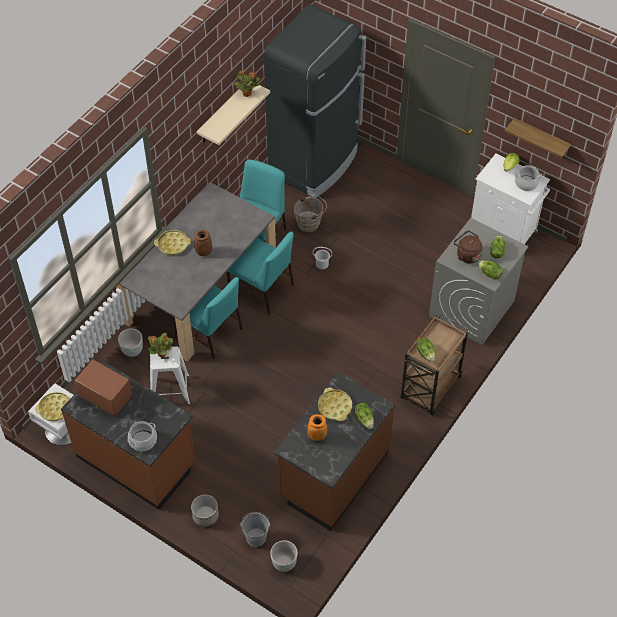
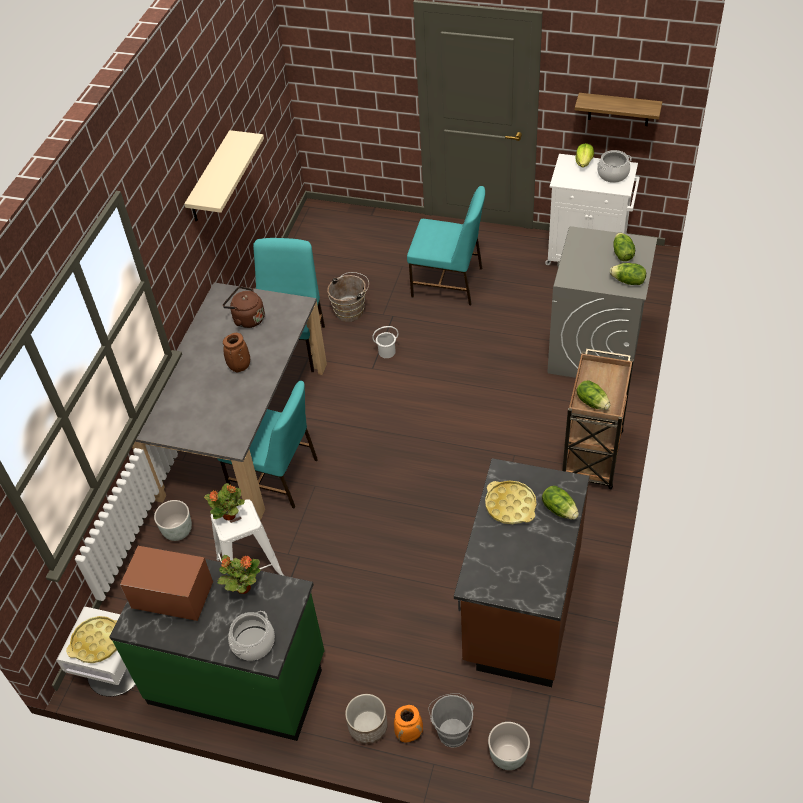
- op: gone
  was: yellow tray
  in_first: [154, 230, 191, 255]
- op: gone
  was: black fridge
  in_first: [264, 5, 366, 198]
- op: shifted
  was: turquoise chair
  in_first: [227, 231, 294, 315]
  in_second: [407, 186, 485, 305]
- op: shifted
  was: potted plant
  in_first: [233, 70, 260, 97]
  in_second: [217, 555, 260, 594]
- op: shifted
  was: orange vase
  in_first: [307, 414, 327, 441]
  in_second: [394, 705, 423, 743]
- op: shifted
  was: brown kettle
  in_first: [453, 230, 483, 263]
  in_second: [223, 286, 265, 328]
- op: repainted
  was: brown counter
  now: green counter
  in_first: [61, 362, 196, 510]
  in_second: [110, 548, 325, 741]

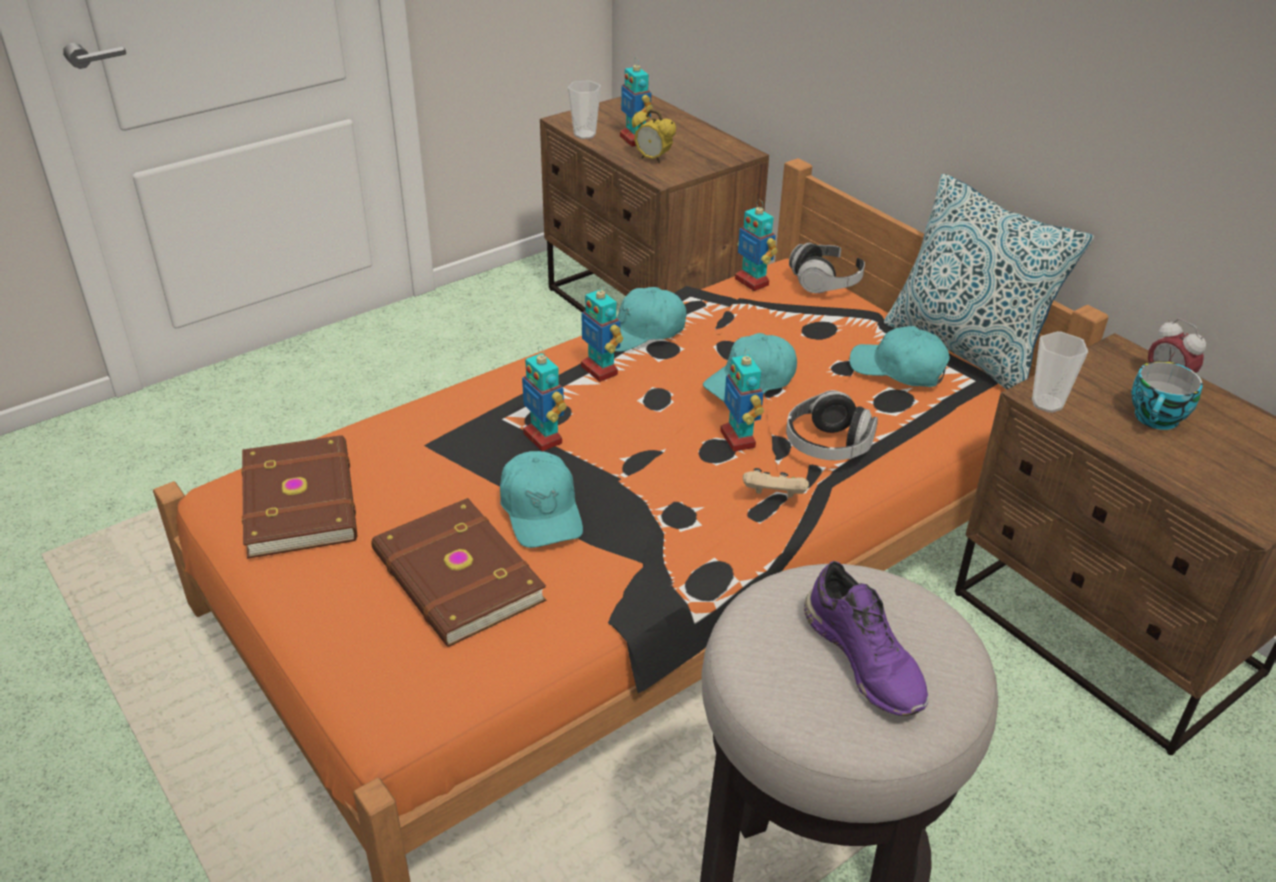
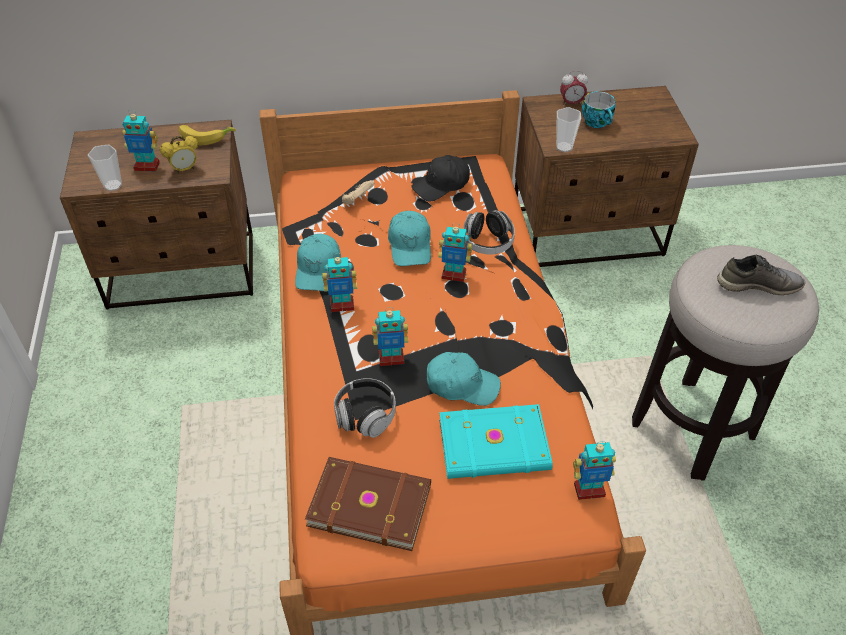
- op: gone
  was: pillow
  in_first: [884, 174, 1094, 390]
- op: new
  now: banana
  in_second: [179, 125, 236, 145]
- op: shifted
  was: toy robot
  in_first: [735, 200, 777, 291]
  in_second: [573, 441, 616, 500]
- op: shifted
  was: beige game controller
  in_first: [743, 468, 809, 498]
  in_second: [342, 180, 375, 205]
- op: shifted
  was: headphones
  in_first: [789, 243, 865, 293]
  in_second: [334, 378, 396, 438]
- op: repainted
  was: brown book
  now: turquoise book
  in_first: [371, 498, 547, 647]
  in_second: [439, 404, 553, 479]
- op: repainted
  was: purple shoe
  now: grey shoe
  in_first: [804, 561, 928, 716]
  in_second: [717, 255, 805, 295]
- op: repainted
  was: turquoise cap
  now: black cap
  in_first: [849, 326, 950, 387]
  in_second: [411, 155, 470, 202]

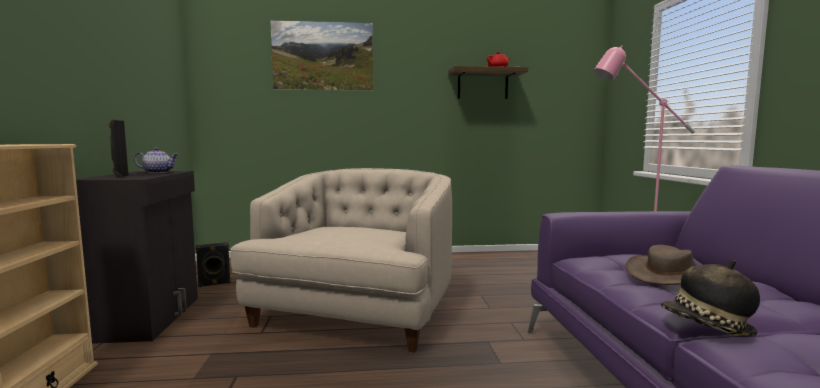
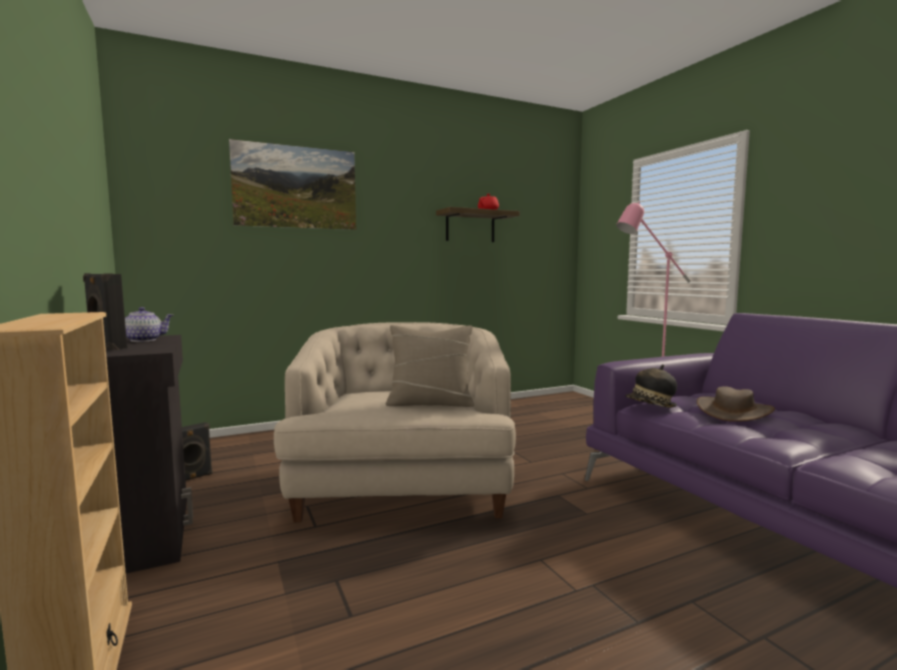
- op: new
  now: beige pillow
  in_second: [386, 325, 474, 407]
- op: shifted
  was: hat
  in_first: [661, 260, 760, 336]
  in_second: [625, 365, 677, 408]

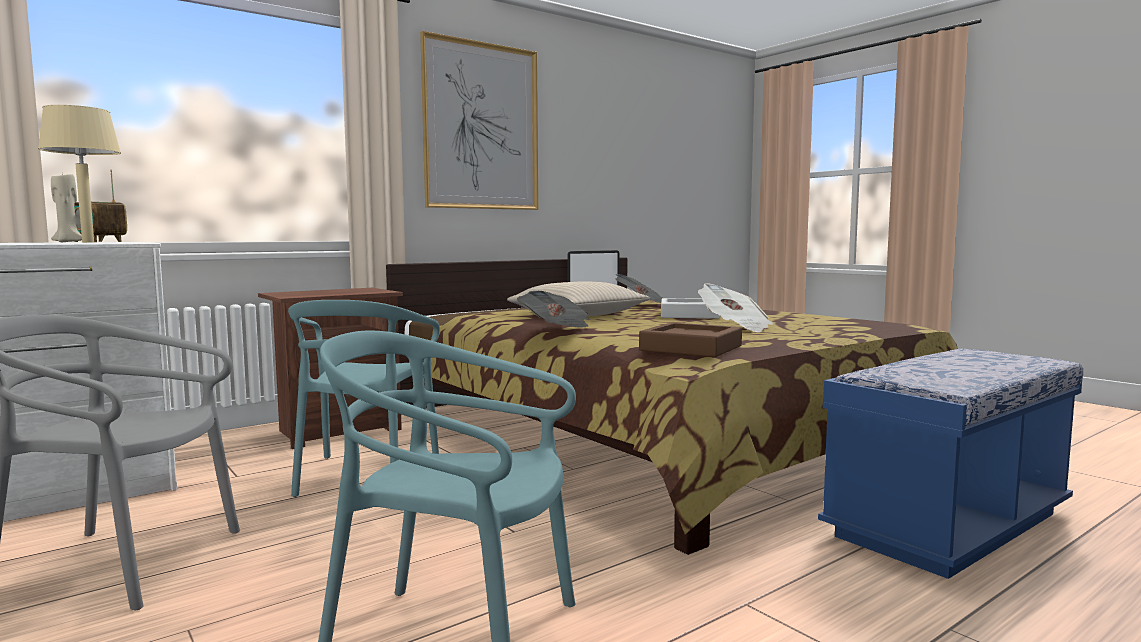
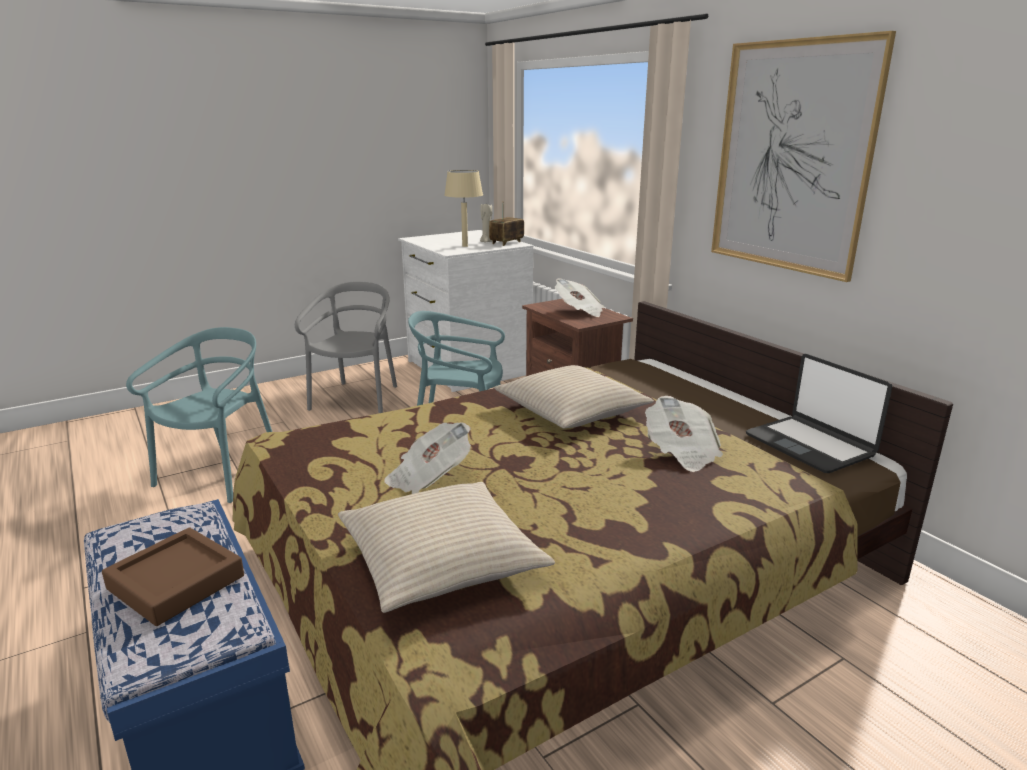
- op: gone
  was: grey tray
  in_first: [661, 298, 721, 319]
- op: new
  now: beige pillow
  in_second: [338, 482, 555, 613]
- op: shifted
  was: newspaper
  in_first: [517, 291, 590, 327]
  in_second: [555, 278, 604, 317]
- op: shifted
  was: brown tray
  in_first: [639, 322, 742, 357]
  in_second: [102, 527, 244, 626]

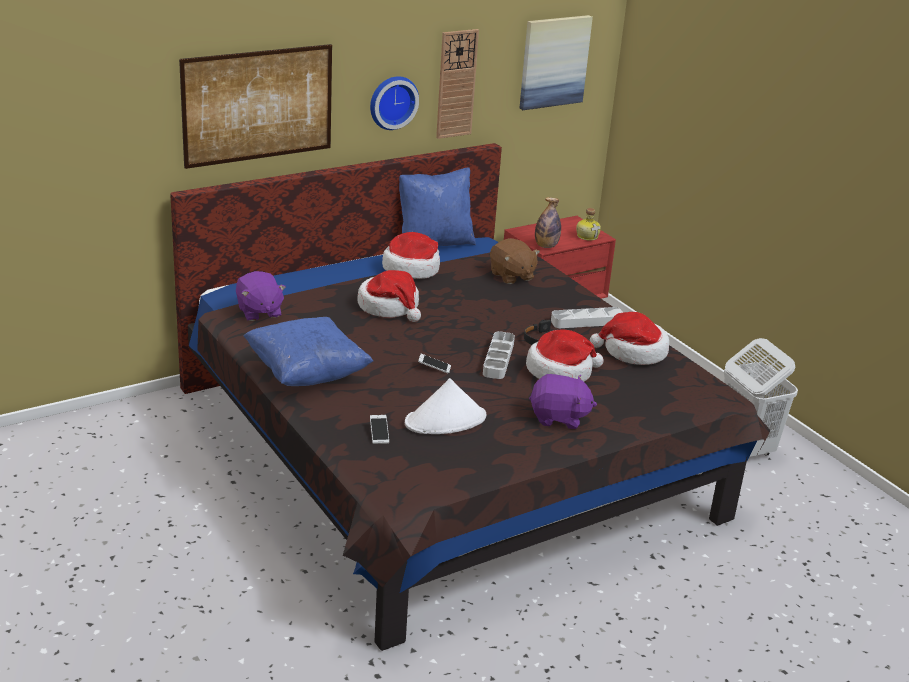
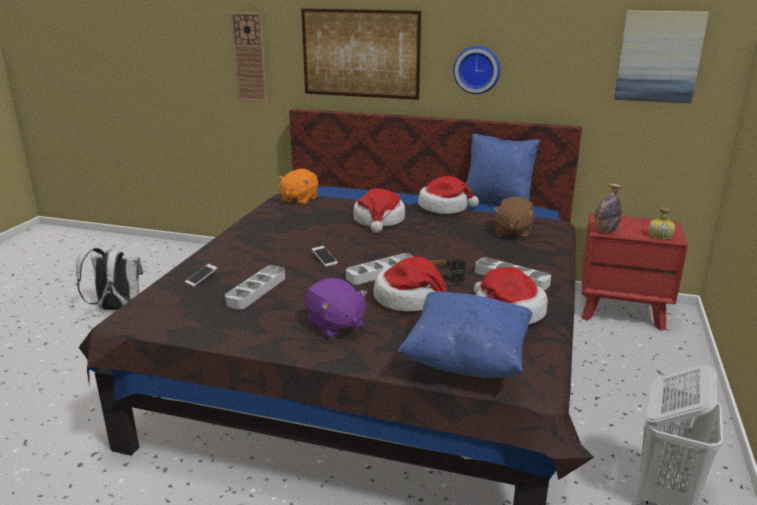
- op: new
  now: white backpack
  in_second: [76, 248, 143, 310]
- op: shifted
  was: blue pillow
  in_first: [244, 317, 373, 386]
  in_second: [397, 291, 533, 378]
- op: shifted
  was: wall clock
  in_first: [436, 29, 479, 139]
  in_second: [231, 12, 267, 102]
- op: swapped
  was: white hat
  now: grey tray
  in_first: [405, 378, 486, 434]
  in_second: [225, 265, 285, 310]
- op: repainted
  was: purple plush toy
  now: orange plush toy
  in_first: [236, 271, 286, 321]
  in_second: [277, 169, 318, 205]

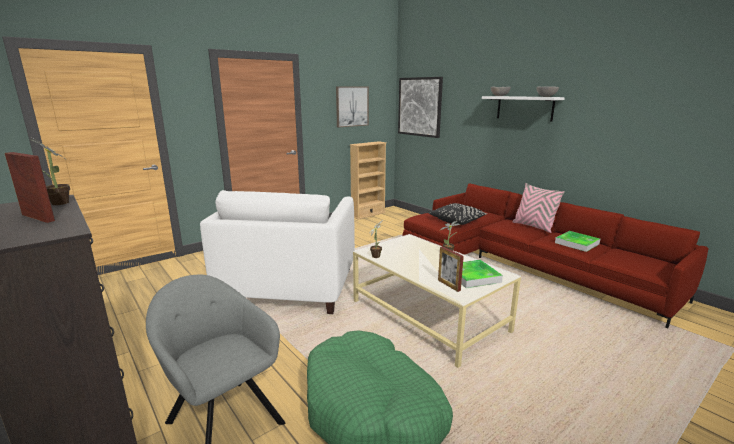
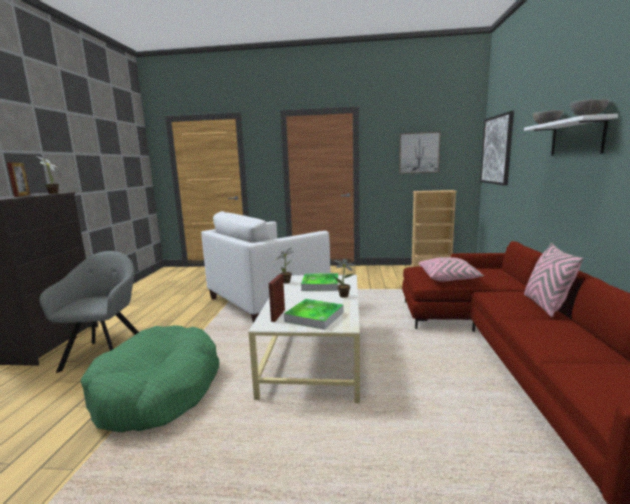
- op: shifted
  was: tray
  in_first: [555, 231, 600, 252]
  in_second: [301, 273, 338, 291]
- op: repainted
  was: black pillow
  now: pink pillow
  in_first: [429, 203, 487, 225]
  in_second: [419, 257, 484, 281]

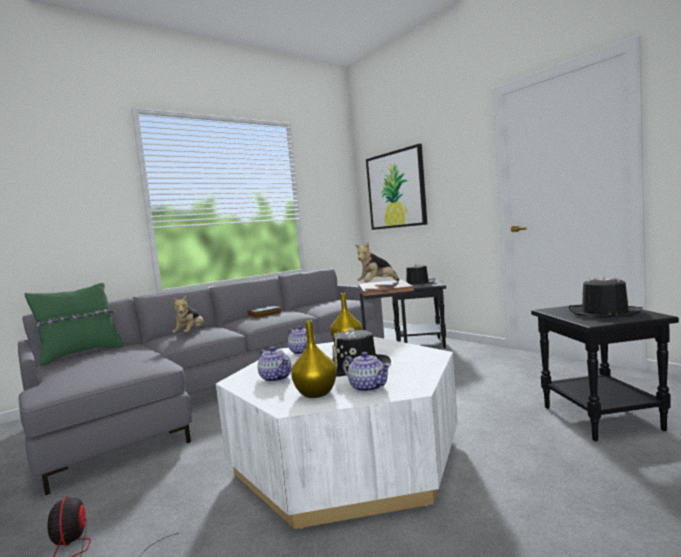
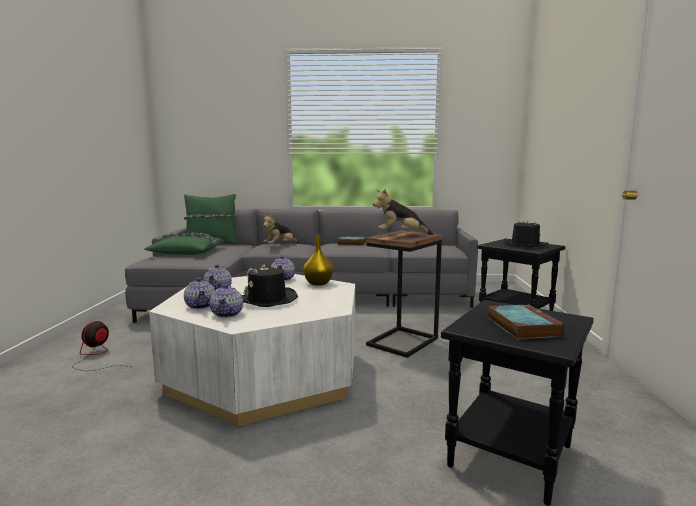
- op: gone
  was: picture
  in_first: [366, 144, 427, 230]
- op: new
  now: green pillow
  in_second: [144, 232, 224, 255]
- op: swapped
  was: yellow vase
  now: teapot
  in_first: [291, 321, 337, 398]
  in_second: [184, 278, 215, 309]
- op: swapped
  was: black hat
  now: book
  in_first: [569, 275, 643, 318]
  in_second: [488, 304, 564, 340]

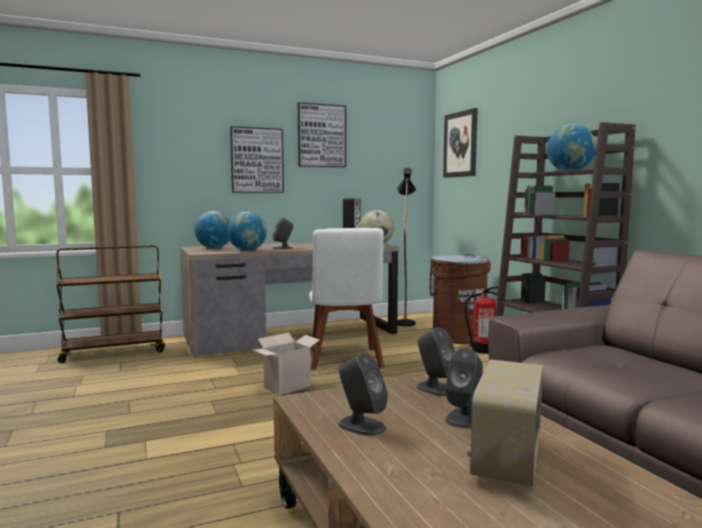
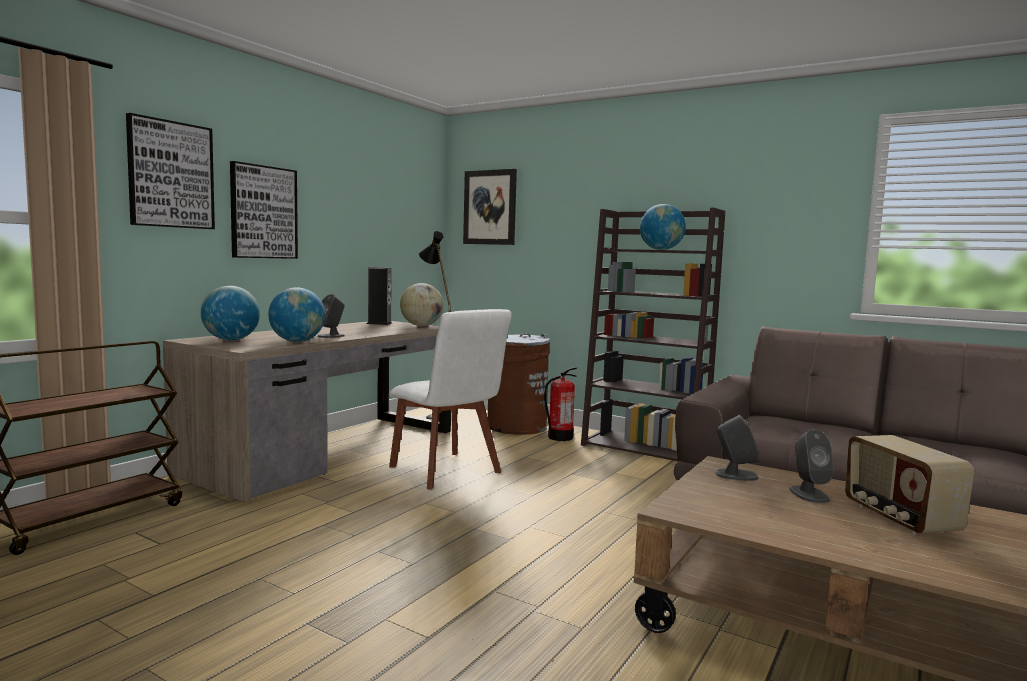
- op: gone
  was: cardboard box
  in_first: [252, 333, 320, 395]
- op: gone
  was: grey speaker
  in_first: [339, 353, 388, 436]
- op: shifted
  was: picture
  in_first: [298, 102, 346, 167]
  in_second: [126, 113, 215, 229]

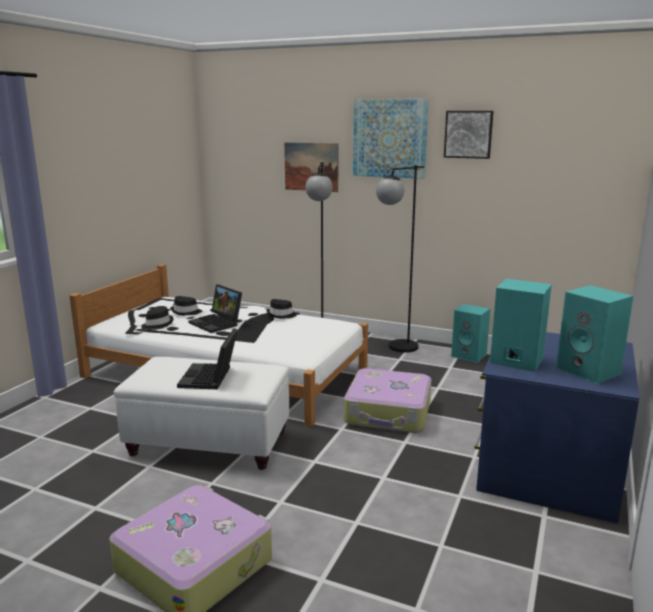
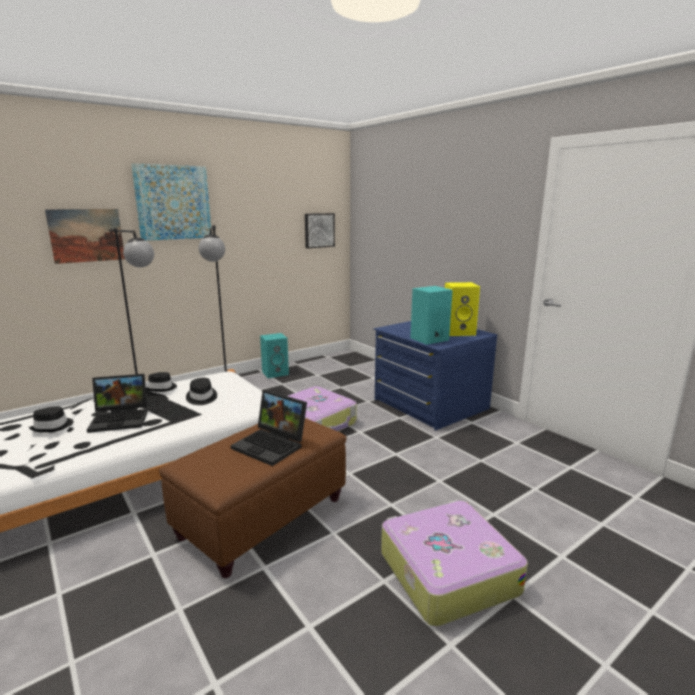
- op: shifted
  was: black hat
  in_first: [141, 306, 173, 330]
  in_second: [186, 378, 217, 405]
- op: shifted
  was: picture
  in_first: [444, 111, 494, 159]
  in_second: [305, 213, 335, 248]
- op: repainted
  was: white ottoman
  now: brown ottoman
  in_first: [113, 357, 289, 470]
  in_second: [159, 418, 347, 578]
- op: repainted
  was: turquoise speaker
  now: yellow speaker
  in_first: [556, 285, 633, 384]
  in_second: [445, 282, 480, 336]

